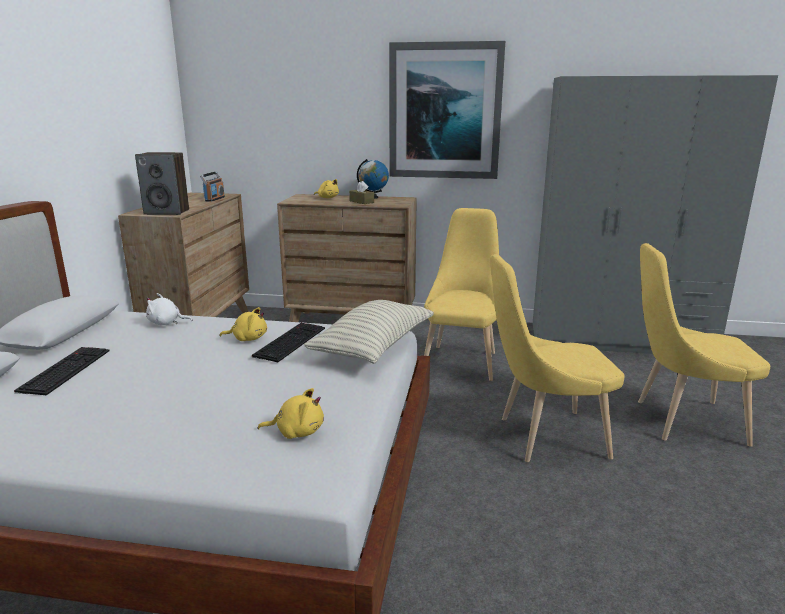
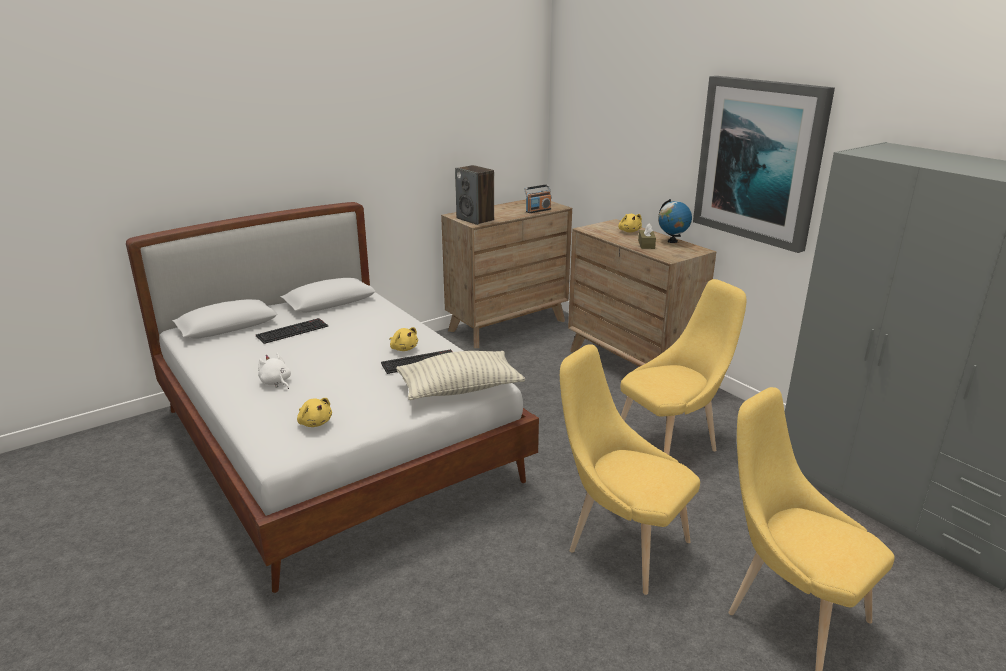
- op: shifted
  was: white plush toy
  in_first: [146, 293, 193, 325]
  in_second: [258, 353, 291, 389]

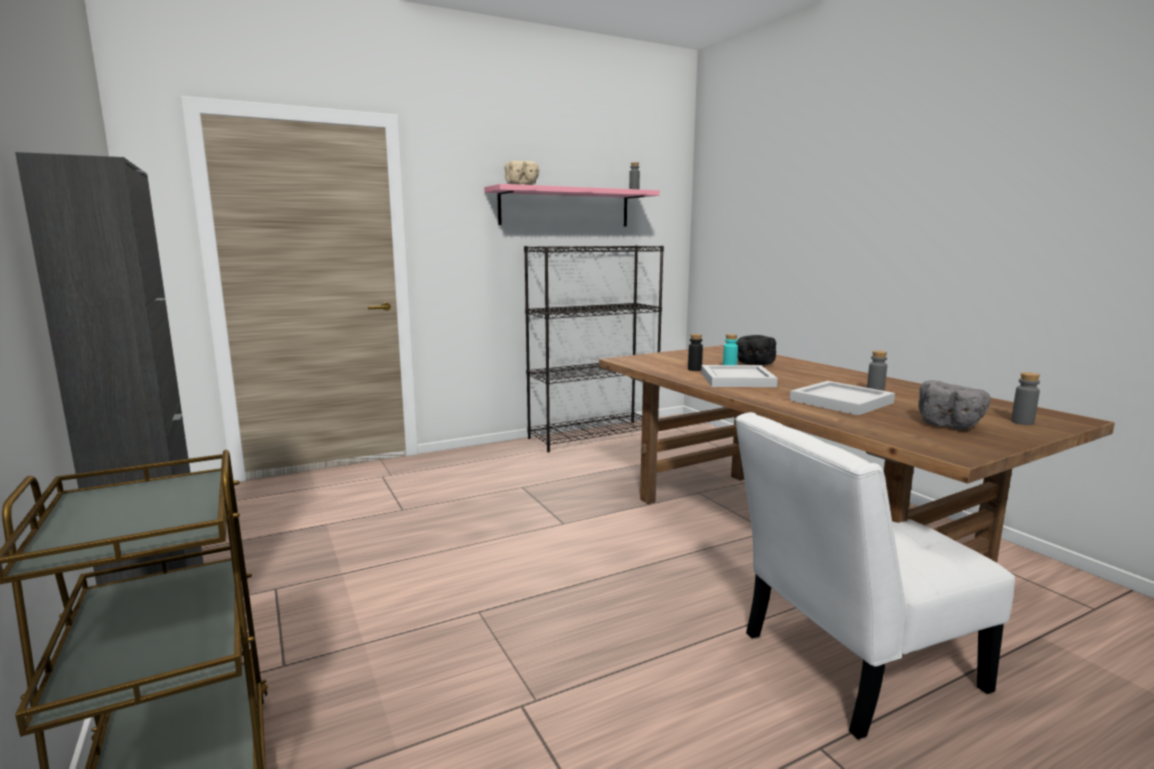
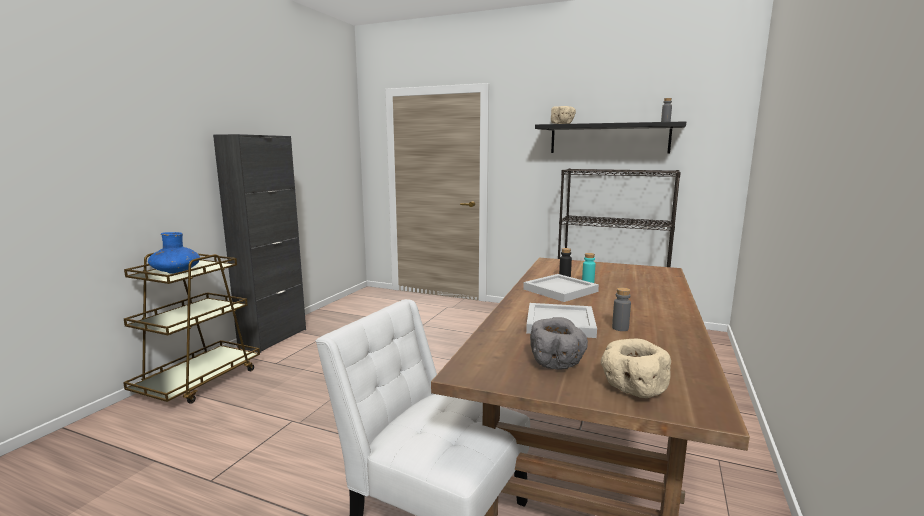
- op: gone
  was: black bowl
  in_first: [736, 335, 776, 365]
- op: new
  now: blue vase
  in_second: [148, 232, 200, 274]
- op: swapped
  was: grey bottle
  now: beige bowl
  in_first: [1011, 372, 1040, 425]
  in_second: [601, 338, 671, 398]
- op: repainted
  was: pink shelf
  now: black shelf
  in_first: [484, 184, 660, 227]
  in_second: [535, 121, 686, 153]

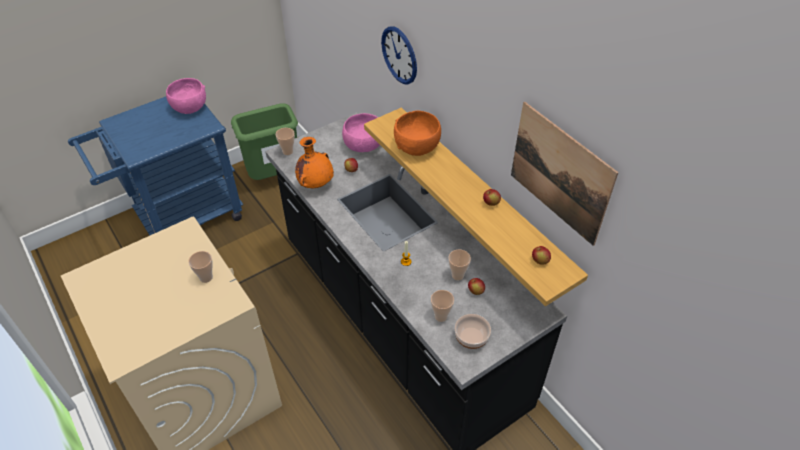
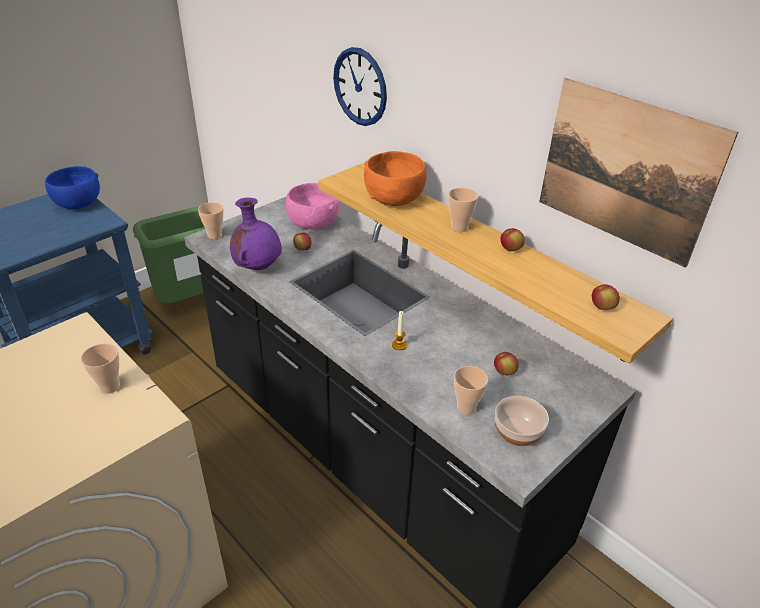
- op: shifted
  was: cup
  in_first: [449, 249, 471, 280]
  in_second: [448, 188, 478, 232]
- op: repainted
  was: pink bowl
  now: blue bowl
  in_first: [166, 78, 206, 114]
  in_second: [45, 166, 100, 209]
- op: repainted
  was: orange vase
  now: purple vase
  in_first: [295, 137, 334, 188]
  in_second: [230, 198, 282, 270]

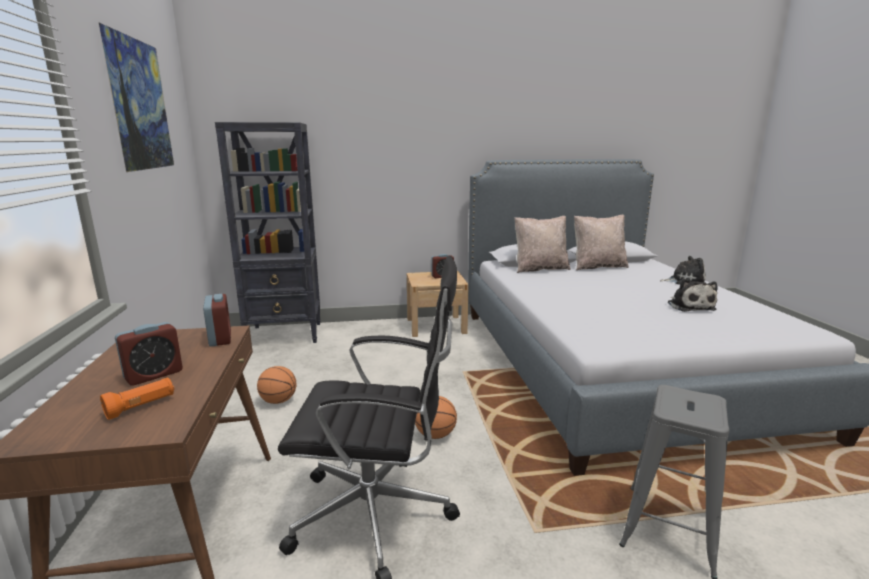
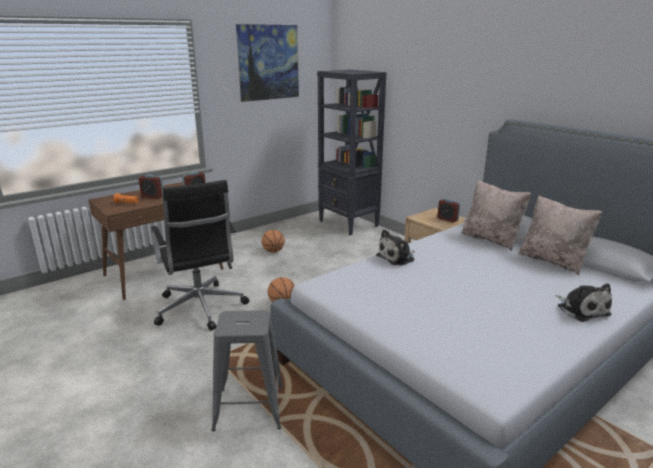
- op: shifted
  was: plush toy
  in_first: [668, 278, 717, 312]
  in_second: [376, 229, 414, 266]

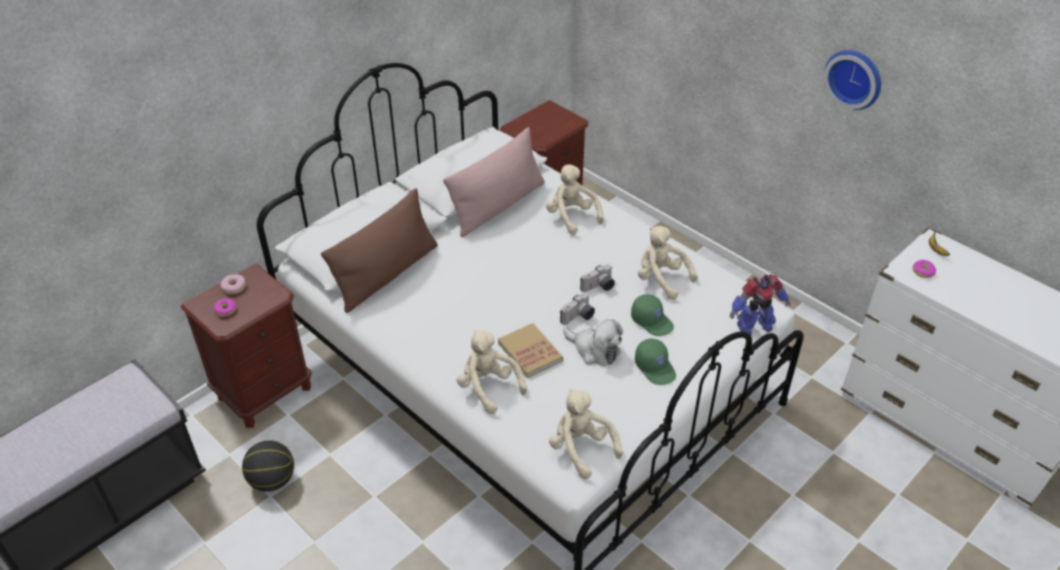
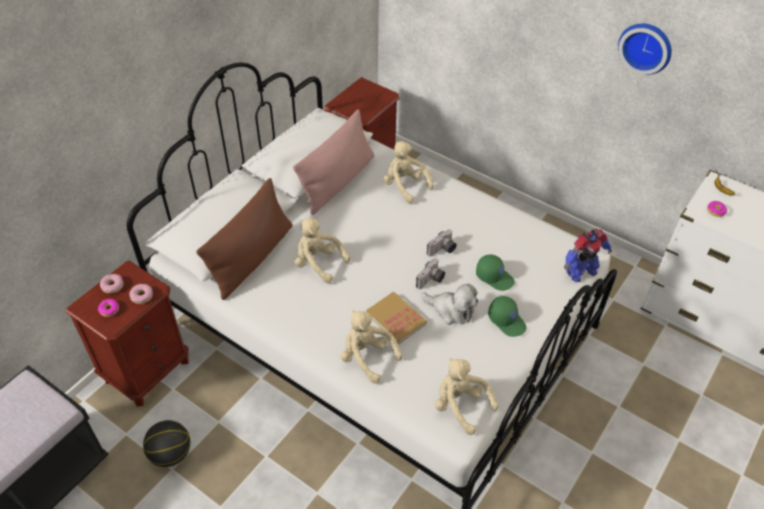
- op: new
  now: donut
  in_second: [129, 284, 153, 304]
- op: shifted
  was: beige plush toy
  in_first: [638, 226, 698, 300]
  in_second: [295, 218, 350, 283]

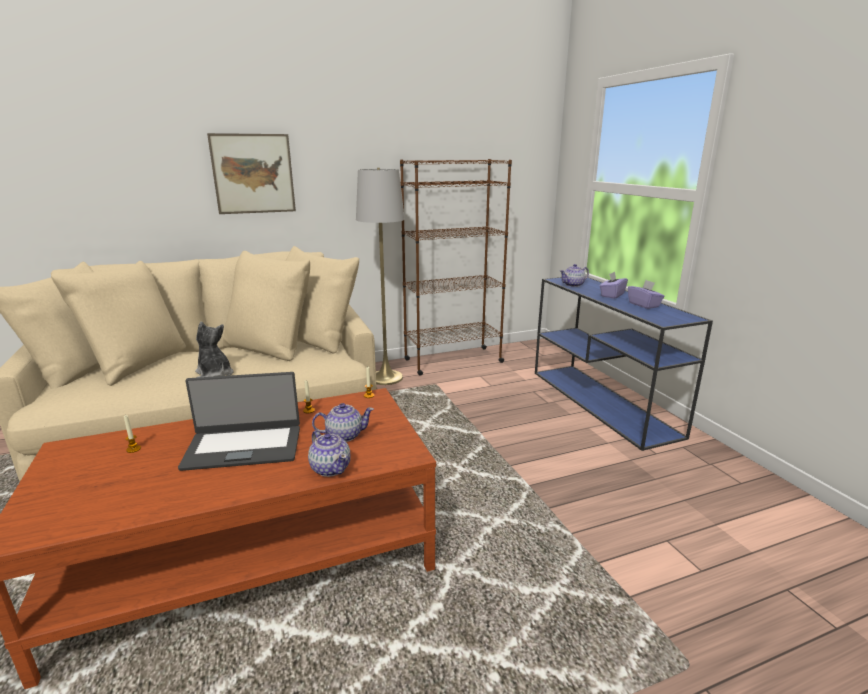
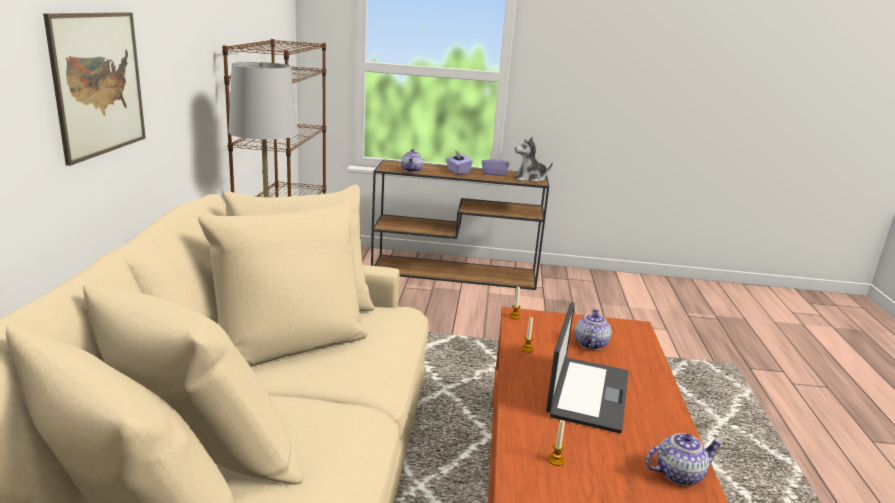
- op: shifted
  was: plush toy
  in_first: [195, 322, 233, 378]
  in_second: [513, 137, 553, 182]
- op: shifted
  was: teapot
  in_first: [308, 430, 350, 477]
  in_second: [646, 433, 723, 486]
- op: repainted
  was: blue console table
  now: brown console table
  in_first: [535, 276, 713, 451]
  in_second: [371, 160, 549, 290]

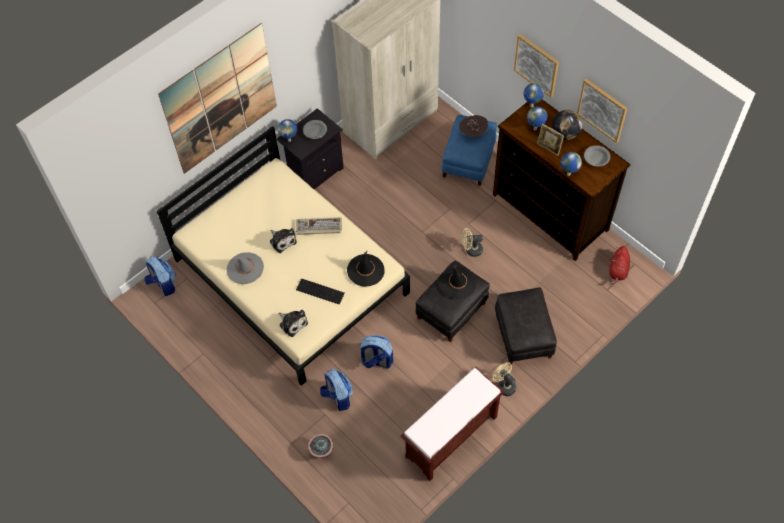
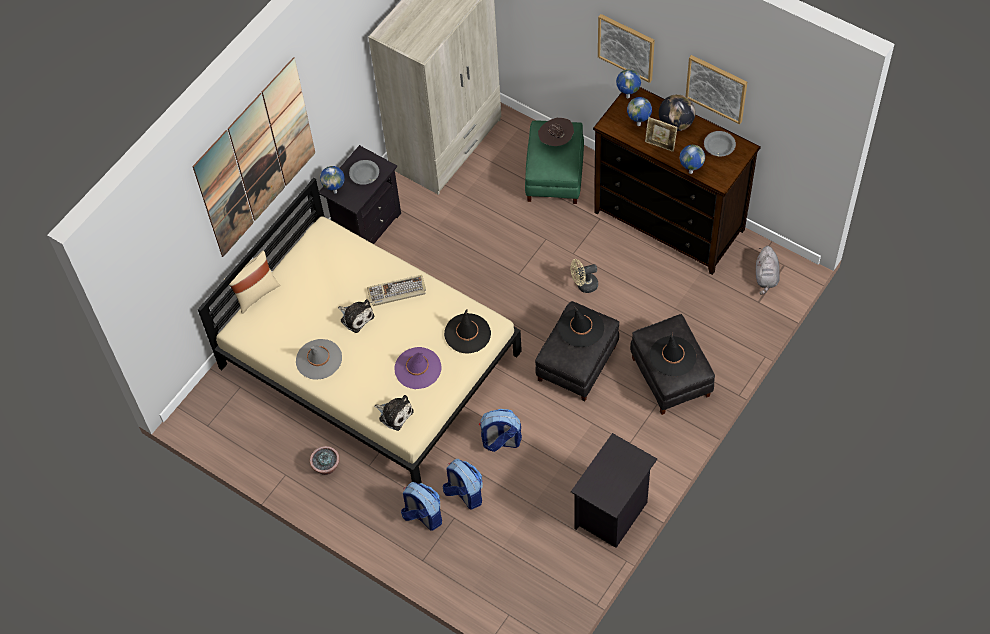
- op: gone
  was: beige fan
  in_first: [493, 362, 516, 396]
- op: new
  now: beige pillow
  in_second: [223, 251, 280, 314]
- op: new
  now: black hat
  in_second: [649, 333, 696, 376]
- op: shifted
  was: backpack
  in_first: [144, 256, 176, 296]
  in_second: [401, 482, 442, 531]
- op: shifted
  was: potted plant
  in_first: [308, 434, 333, 458]
  in_second: [310, 446, 340, 475]
- op: swapped
  was: keyboard
  now: purple hat
  in_first: [296, 279, 345, 304]
  in_second: [395, 347, 442, 389]
- op: swapped
  was: brown bench
  now: black nightstand
  in_first: [401, 367, 504, 481]
  in_second: [571, 433, 657, 548]
- op: repainted
  was: blue ottoman
  now: green ottoman
  in_first: [442, 115, 497, 186]
  in_second: [525, 120, 584, 204]
- op: repainted
  was: red plush toy
  now: grey plush toy
  in_first: [609, 246, 630, 284]
  in_second: [756, 246, 780, 295]

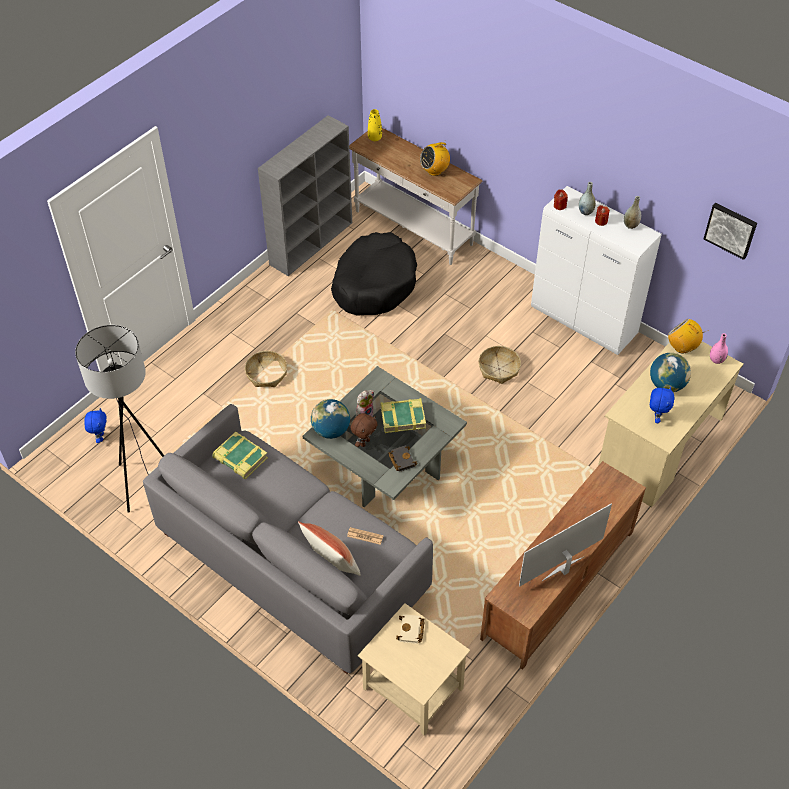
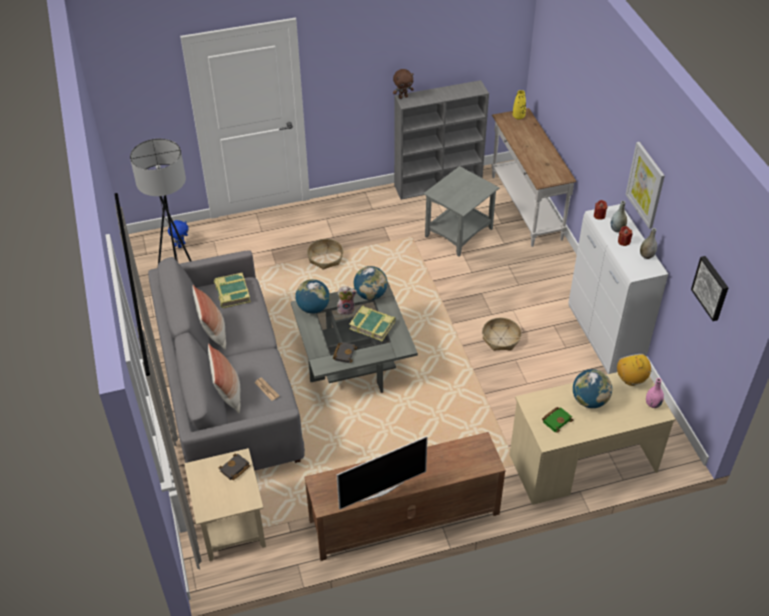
- op: gone
  was: radio
  in_first: [420, 142, 450, 176]
- op: new
  now: pillow
  in_second: [193, 285, 226, 350]
- op: new
  now: globe
  in_second: [354, 266, 387, 300]
- op: new
  now: picture
  in_second: [625, 142, 665, 229]
- op: shifted
  was: brown plush toy
  in_first: [350, 413, 378, 447]
  in_second: [393, 69, 414, 99]
- op: swapped
  was: black dog bed
  now: grey side table
  in_first: [331, 232, 417, 316]
  in_second: [423, 166, 499, 256]
- op: swapped
  was: blue plush toy
  now: green book
  in_first: [650, 387, 674, 423]
  in_second: [542, 407, 573, 432]
- op: repainted
  was: beige book
  now: black book
  in_first: [396, 614, 424, 644]
  in_second: [219, 454, 250, 480]
- op: rotated
  was: television
  in_first: [519, 504, 612, 587]
  in_second: [337, 436, 428, 510]
  clockwise: 150

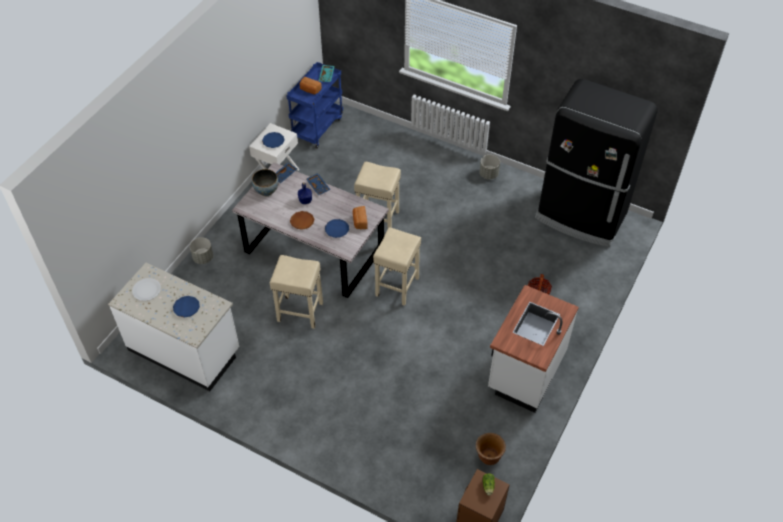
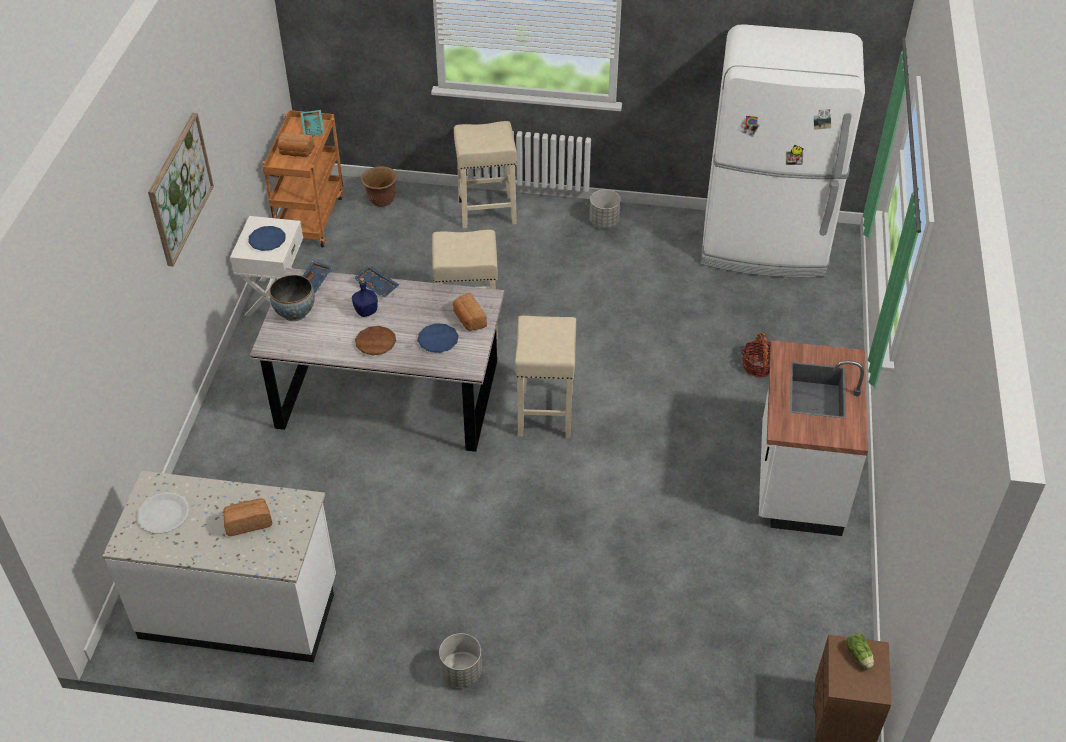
- op: new
  now: picture
  in_second: [148, 113, 214, 266]
- op: shifted
  was: grey planter
  in_first: [190, 238, 213, 264]
  in_second: [439, 633, 482, 687]
- op: shifted
  was: beige stool
  in_first: [270, 255, 323, 329]
  in_second: [454, 121, 517, 228]
- op: shifted
  was: brown planter
  in_first: [476, 433, 506, 465]
  in_second: [361, 166, 398, 207]
- op: swapped
  was: blue plate
  now: bread
  in_first: [173, 296, 200, 318]
  in_second: [223, 498, 272, 536]
- op: repainted
  was: blue cart
  now: orange cart
  in_first: [286, 62, 343, 148]
  in_second: [262, 110, 343, 247]
- op: repainted
  was: black fridge
  now: white fridge
  in_first: [535, 79, 658, 247]
  in_second: [701, 24, 865, 277]

